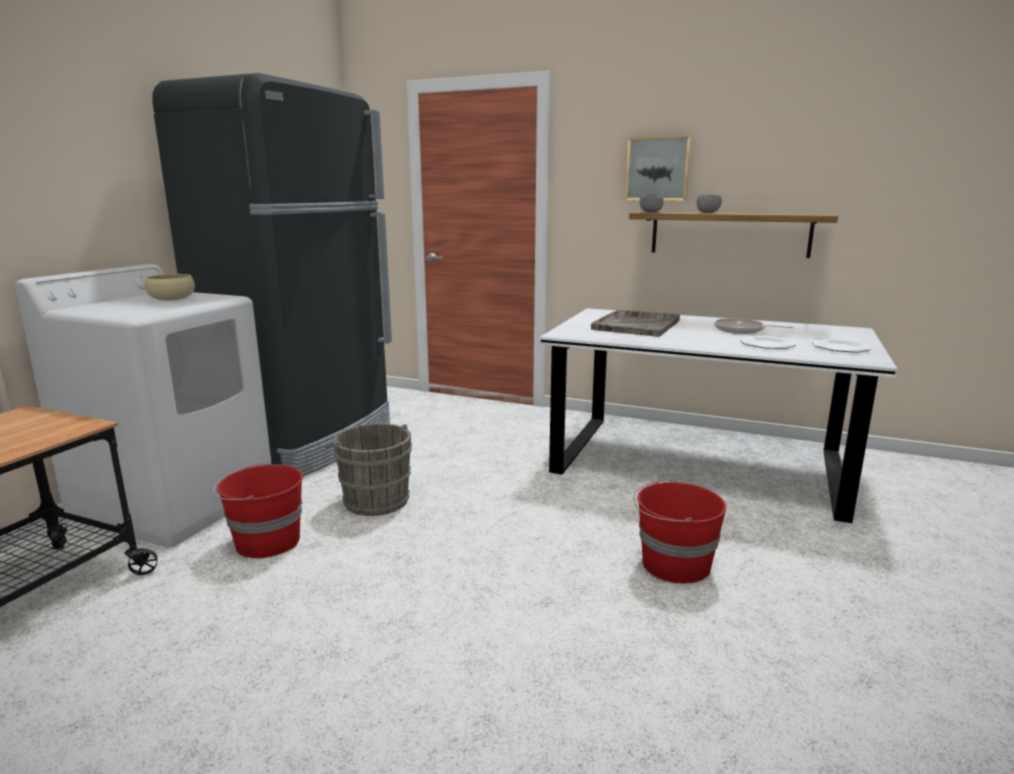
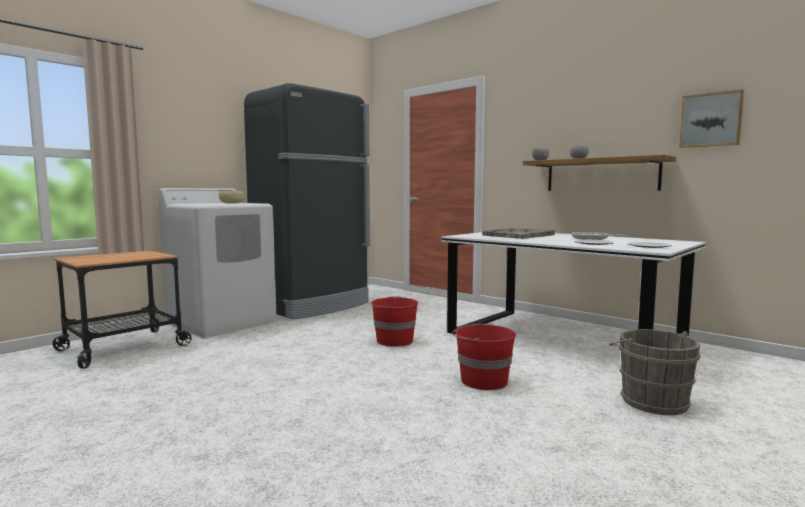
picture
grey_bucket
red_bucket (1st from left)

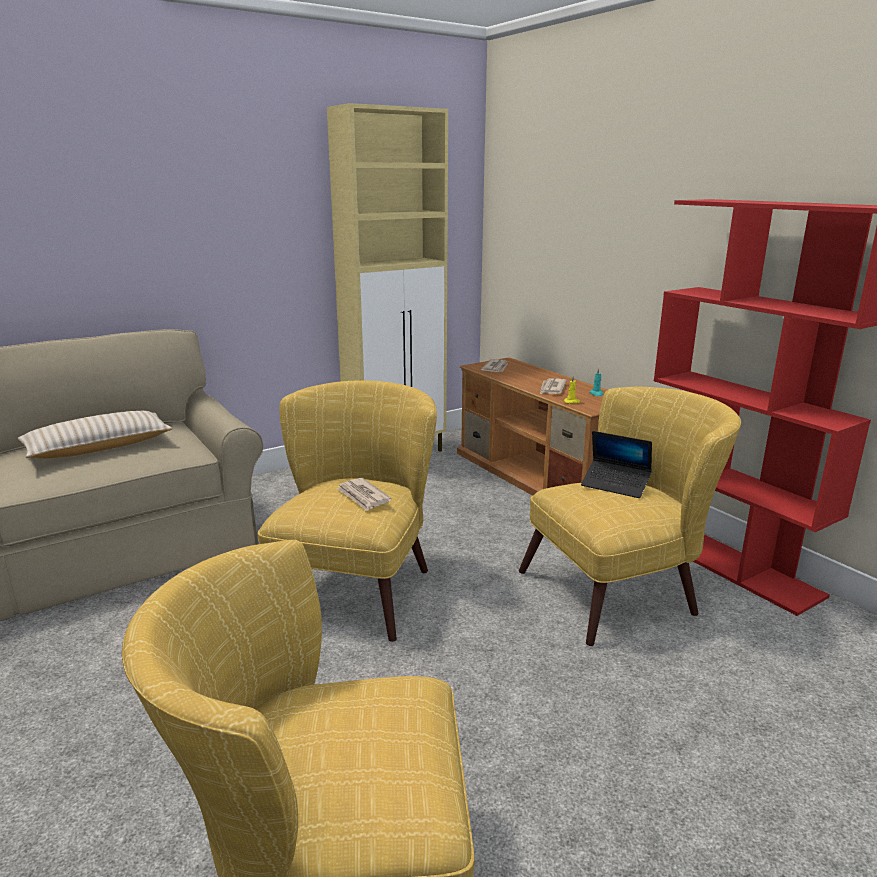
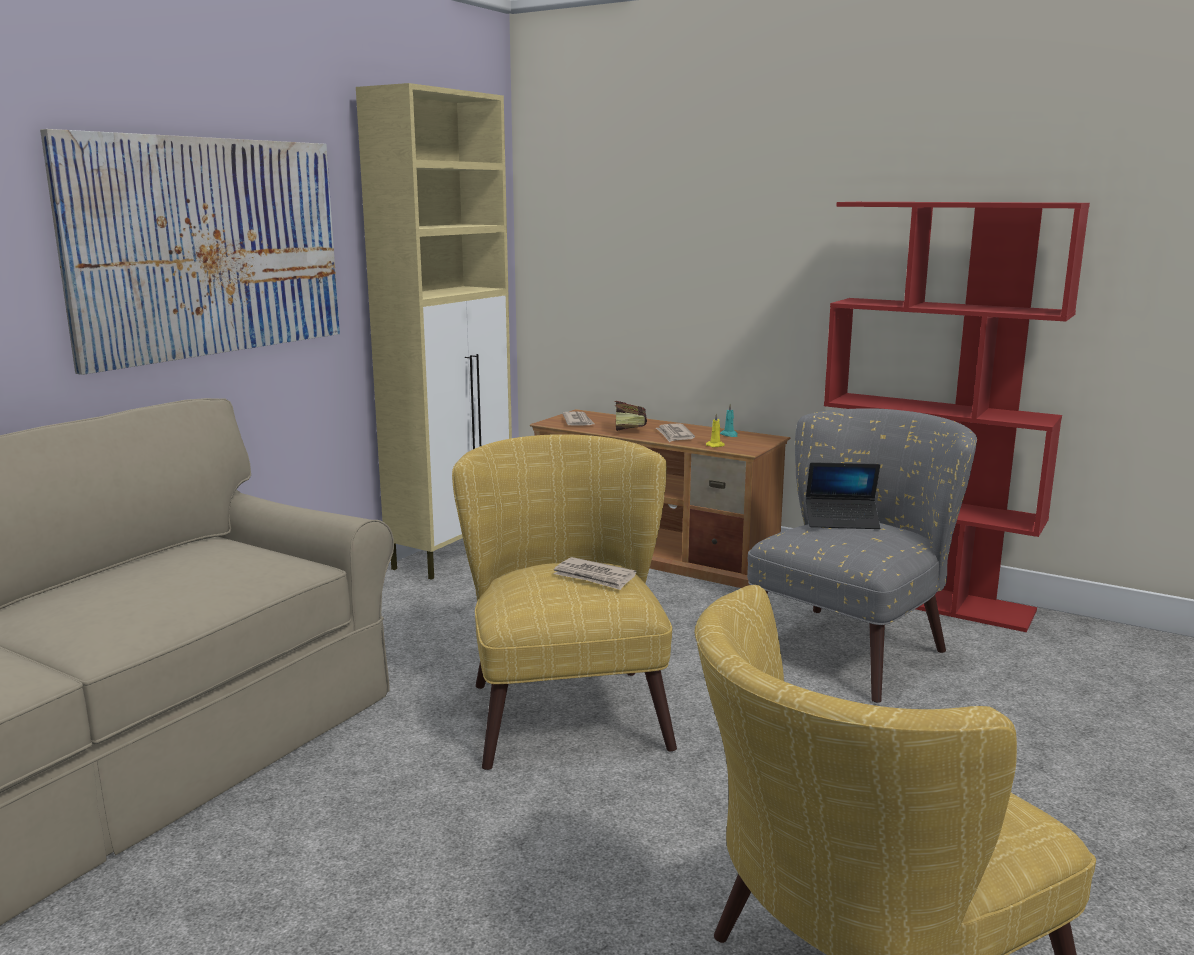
grey_armchair
beige_pillow
picture
book

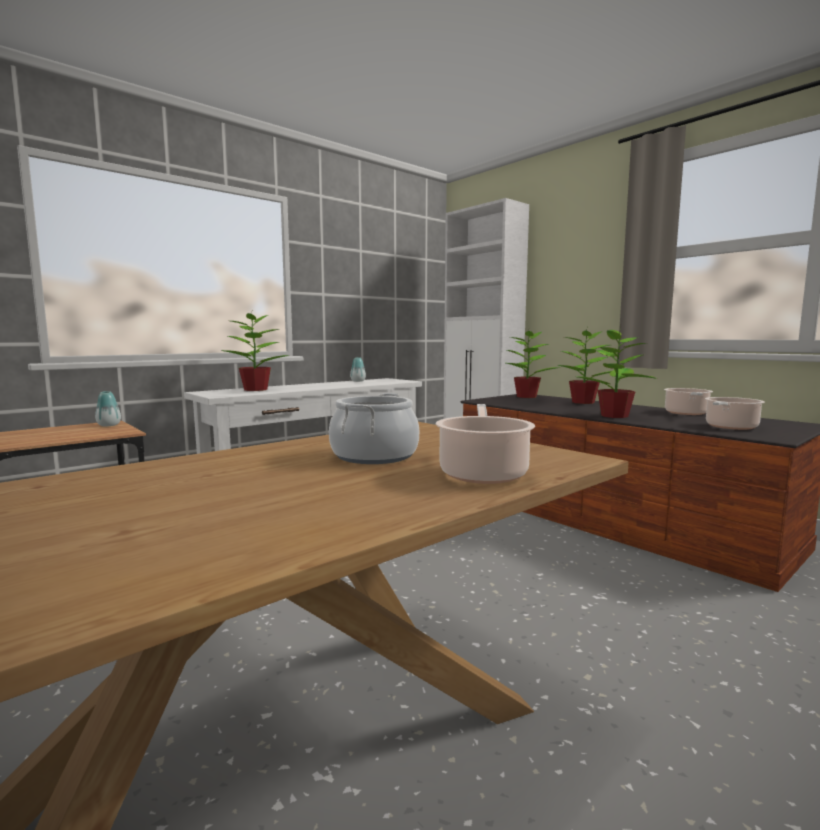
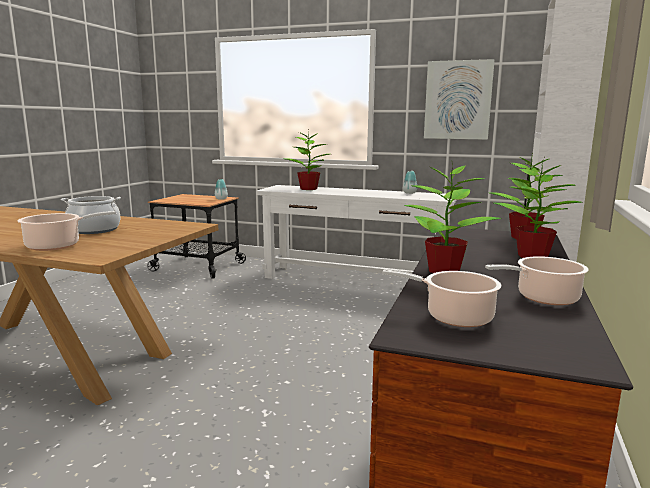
picture

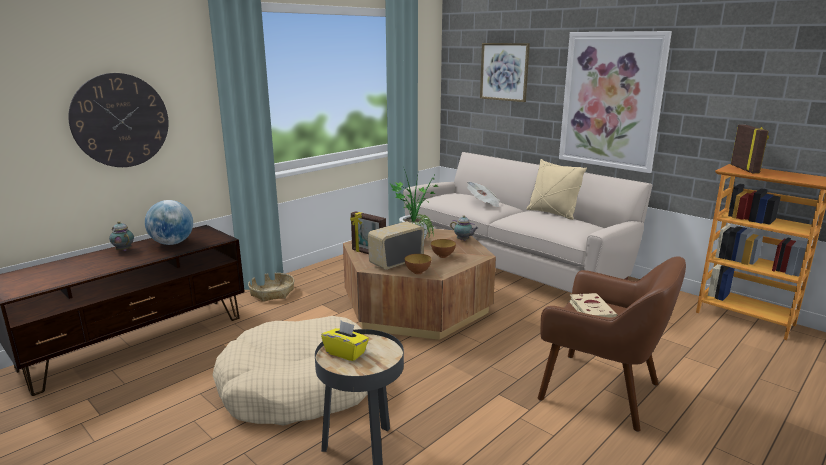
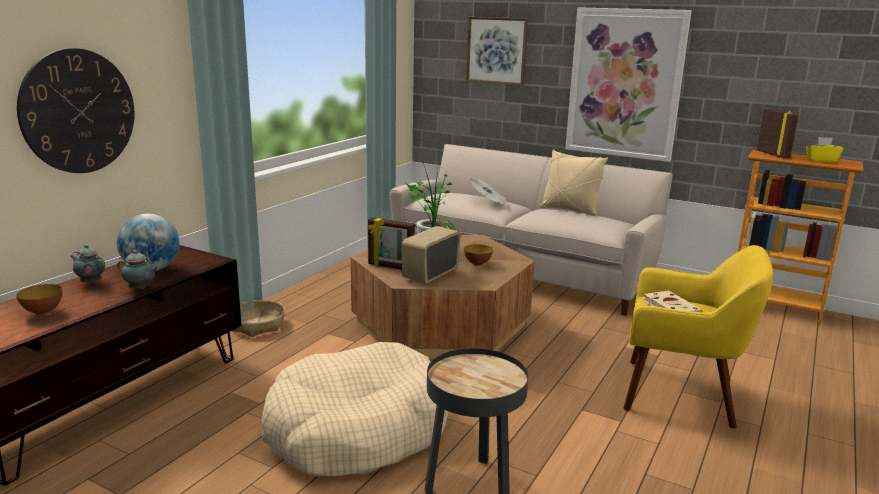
teapot (2nd from left)
bowl (1st from left)
yellow_armchair
yellow_tissue_box

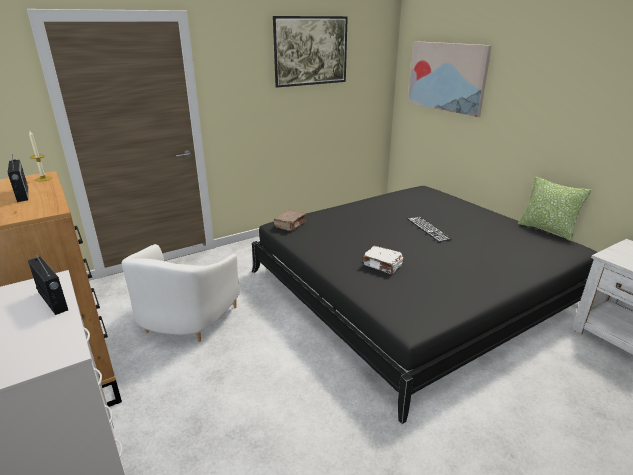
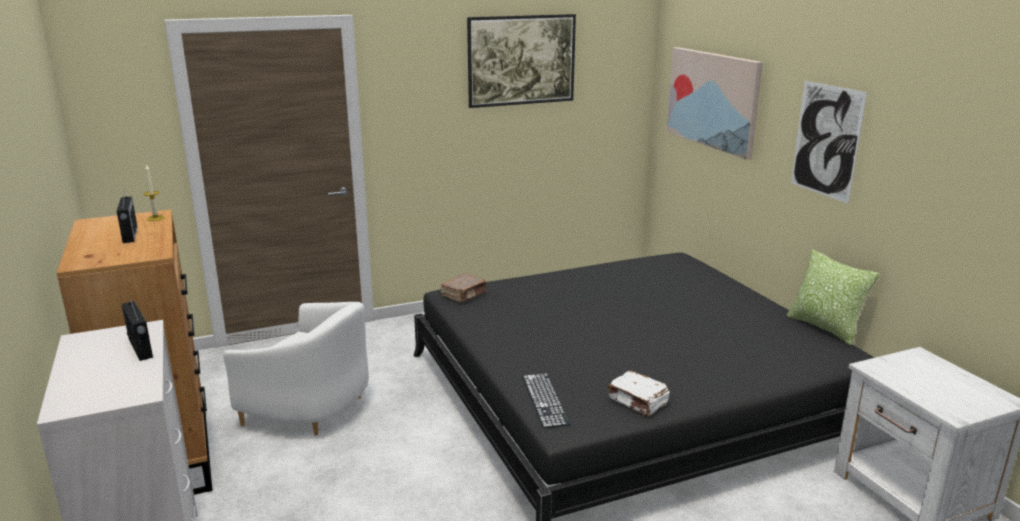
keyboard
white_armchair
white_book
picture (3rd from left)

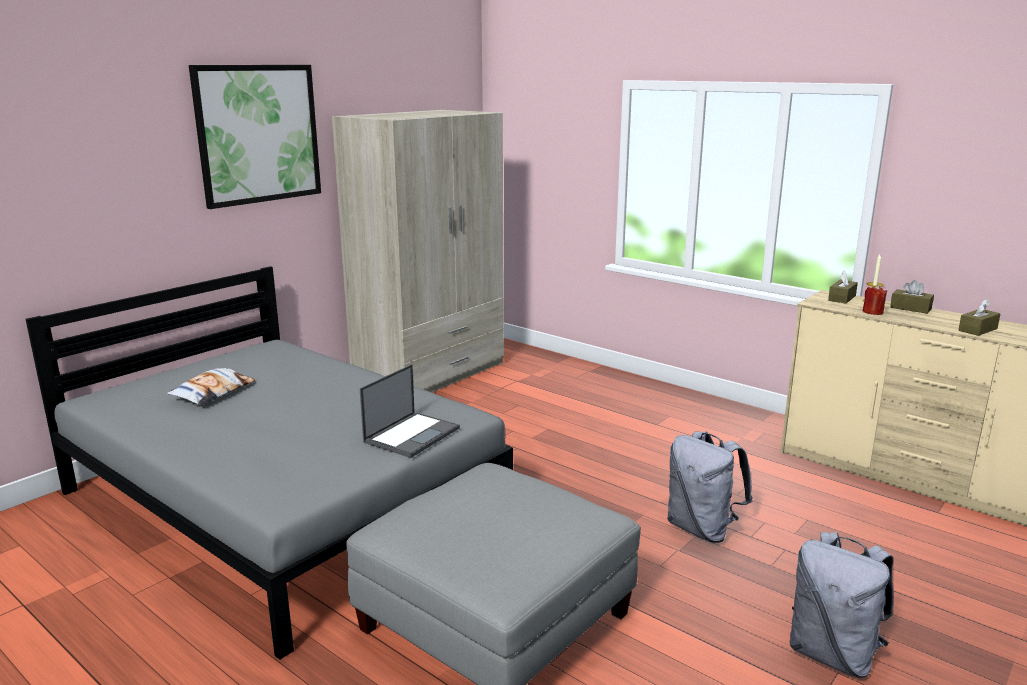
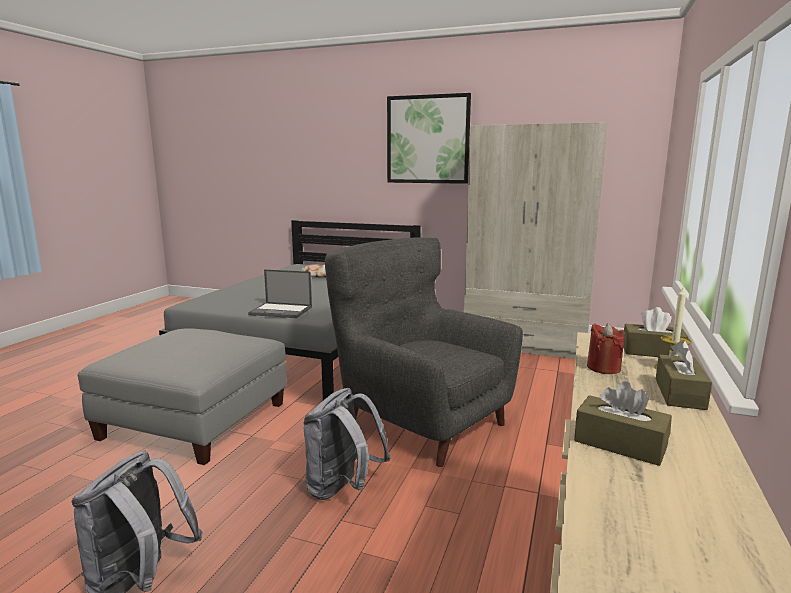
grey_armchair

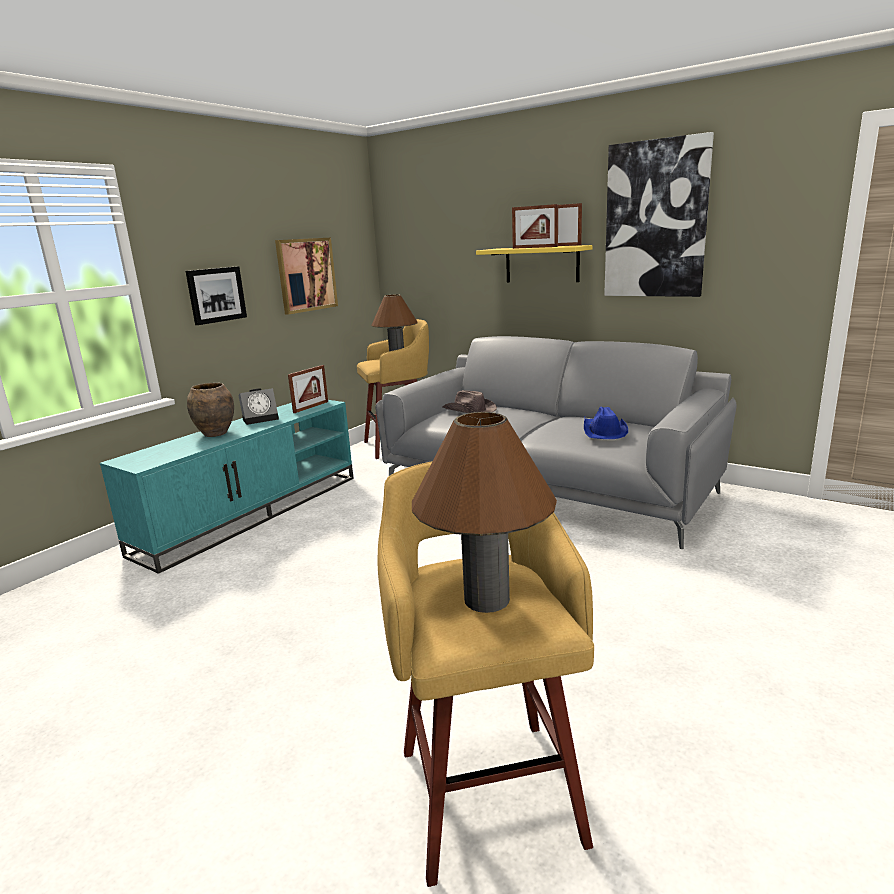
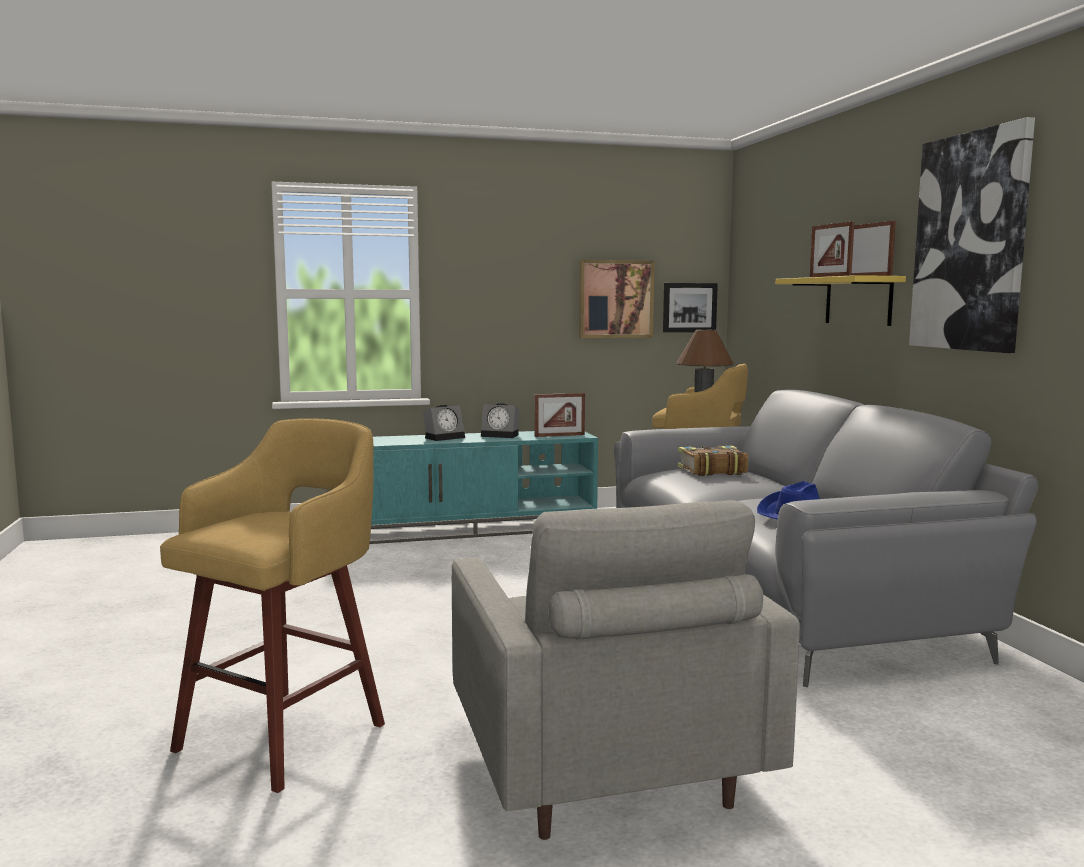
picture (2nd from left)
alarm_clock (1st from left)
book
brown_table_lamp (2nd from left in the first image)
grey_armchair

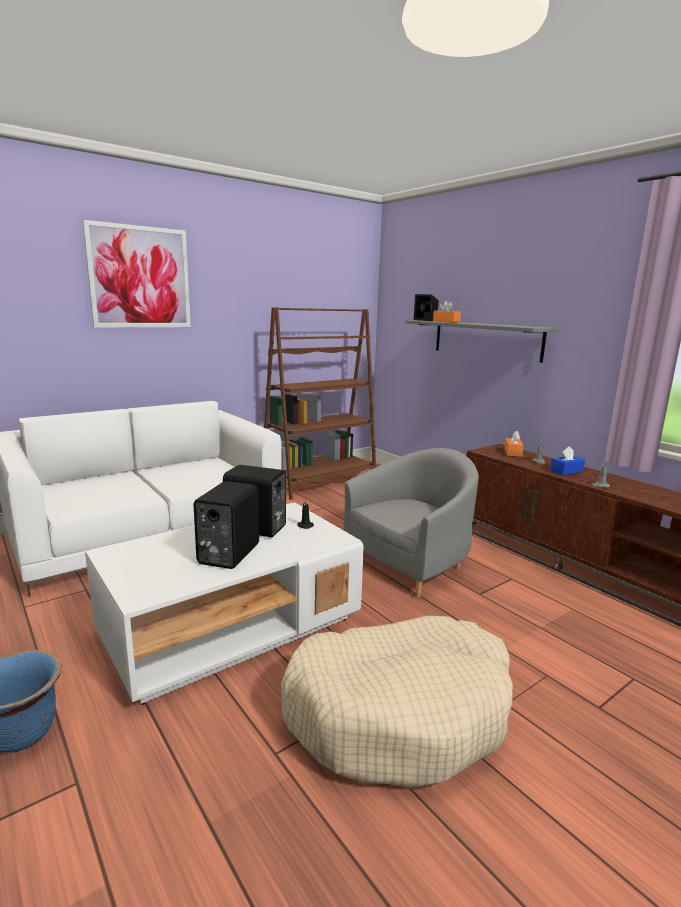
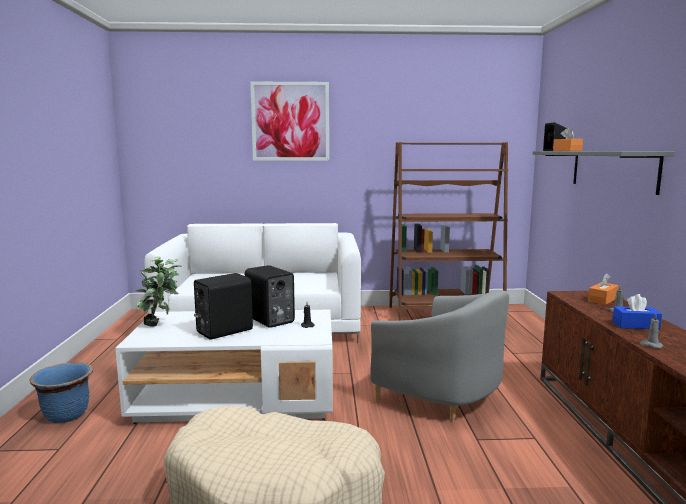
grey_armchair
potted_plant

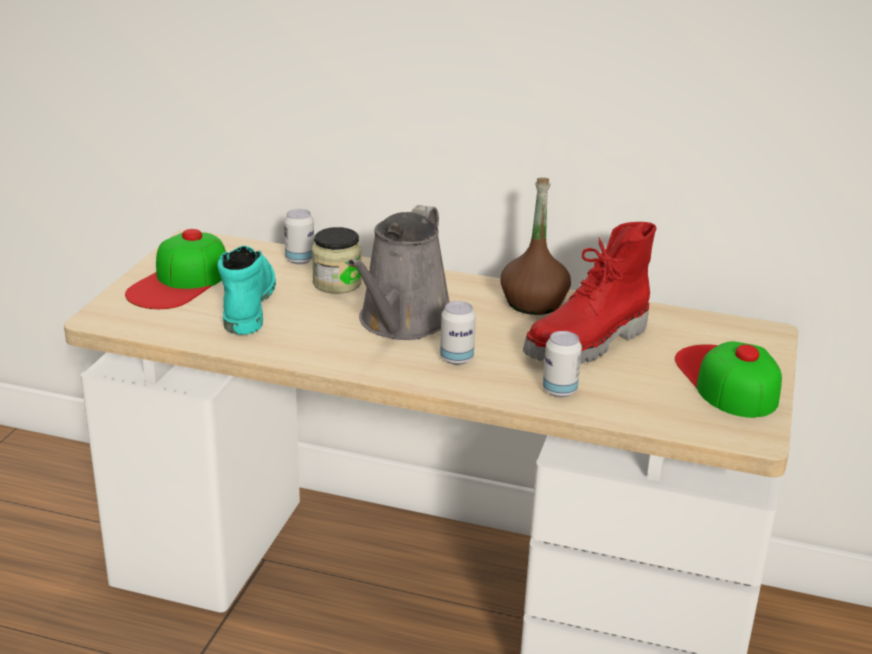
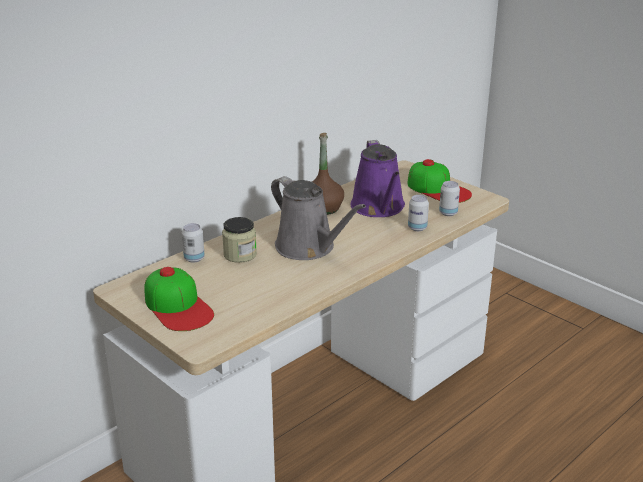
purple_watering_can
turquoise_boot
can (3rd from left)
cap (2nd from left)

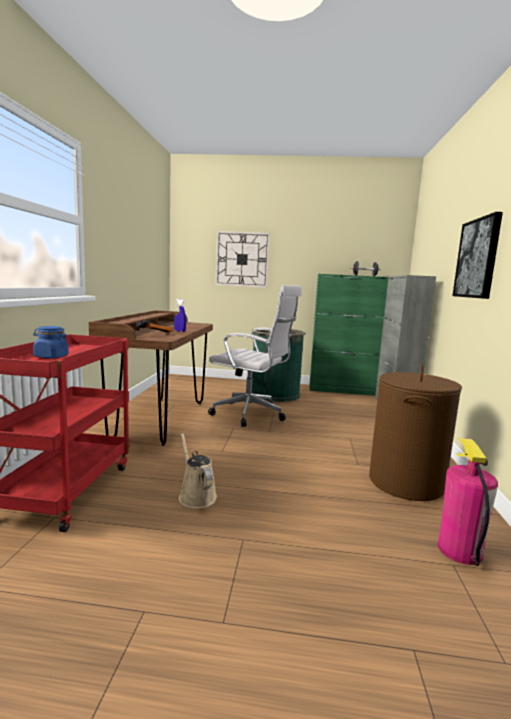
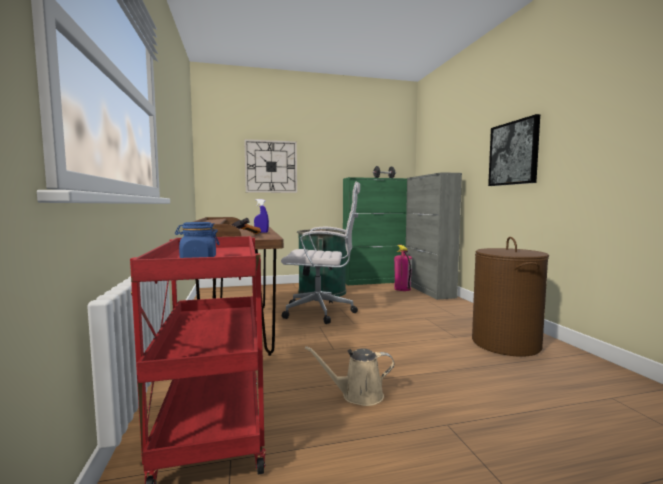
beige_watering_can
fire_extinguisher

